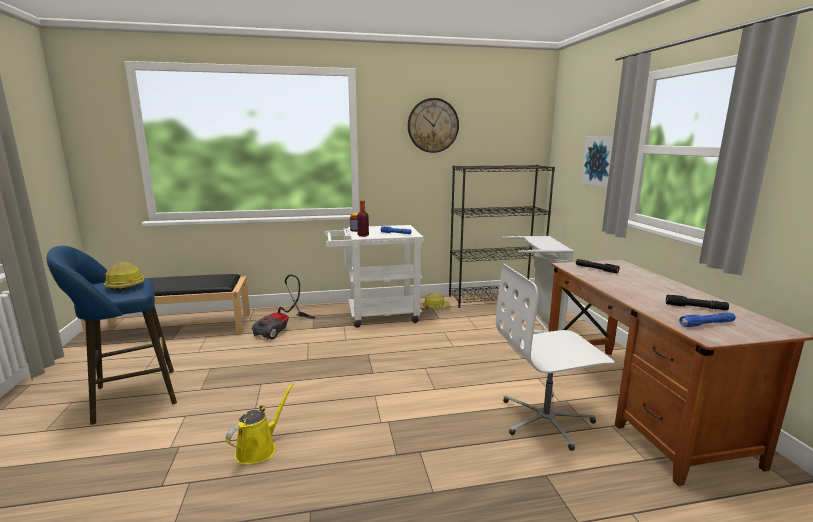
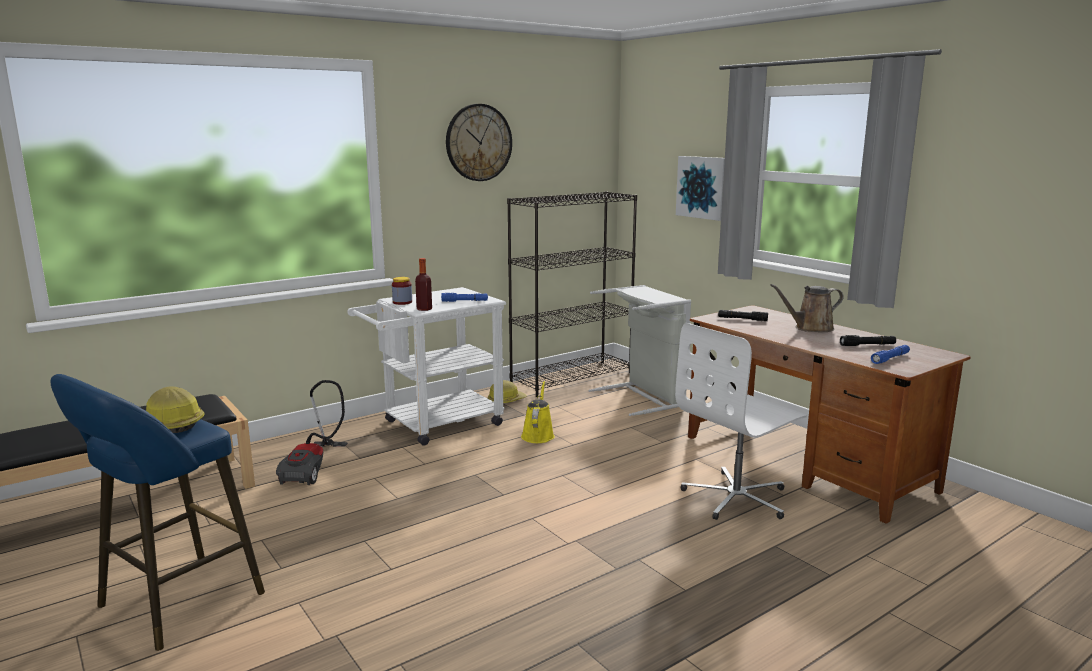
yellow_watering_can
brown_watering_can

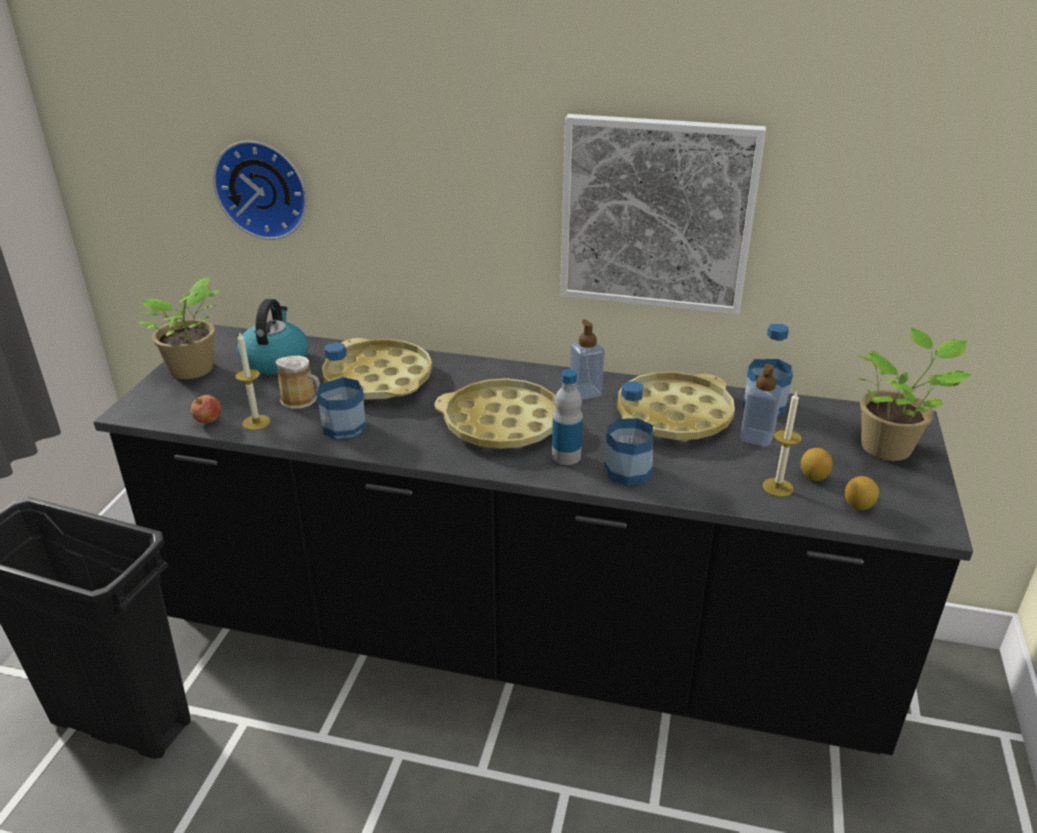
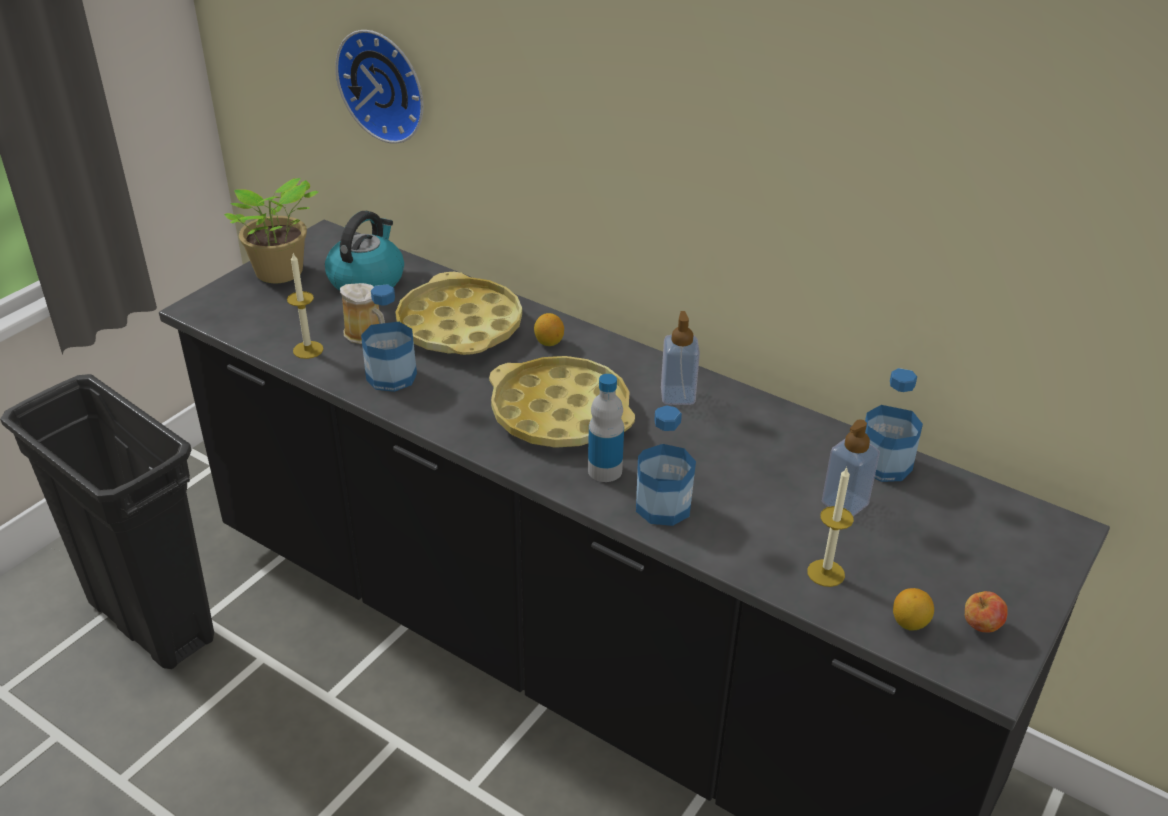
picture
potted_plant (2nd from left in the first image)
yellow_tray (3rd from left in the first image)
apple
lemon (1st from left)

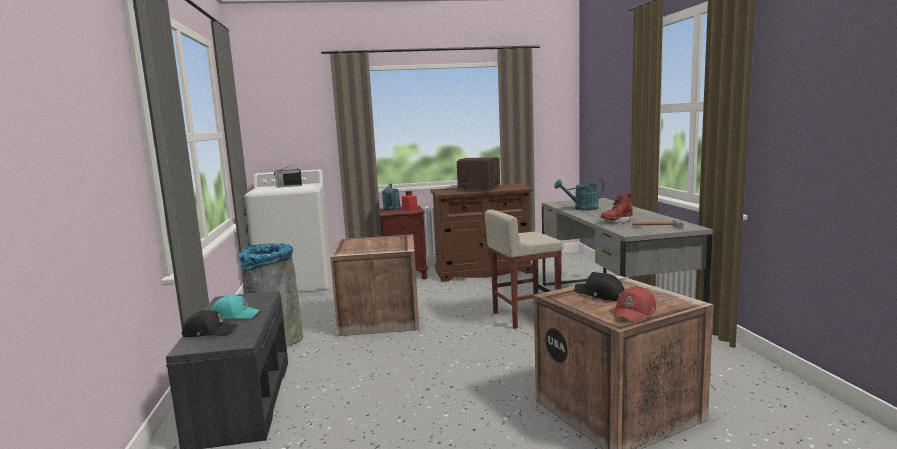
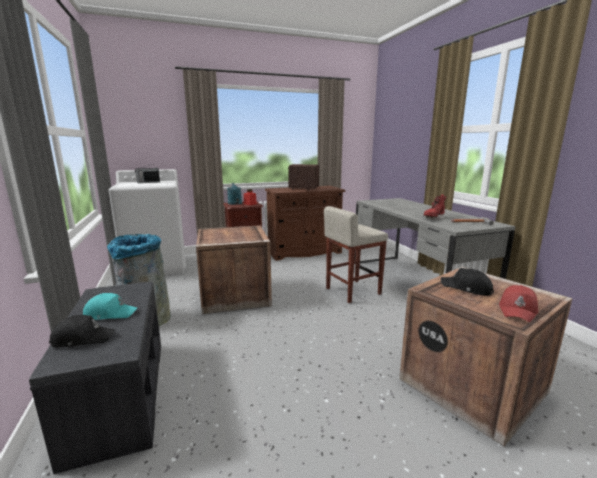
turquoise_watering_can (2nd from left in the first image)

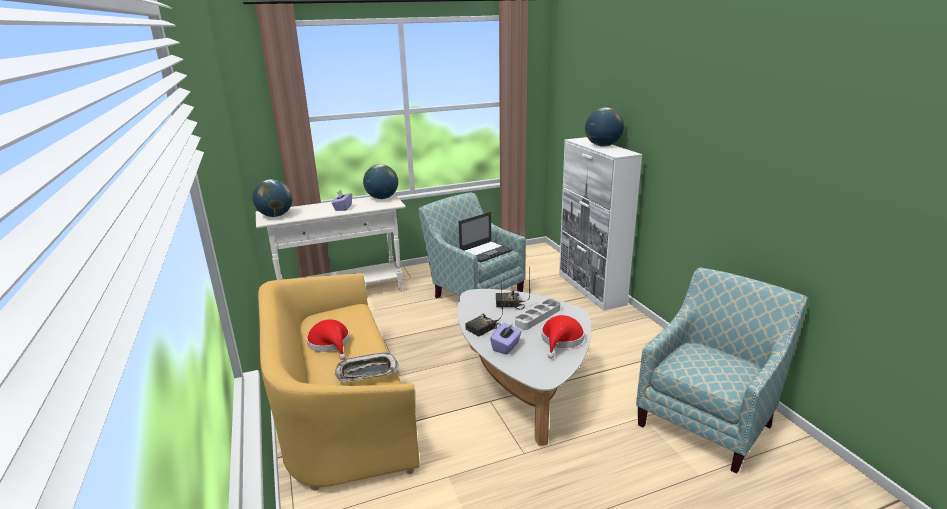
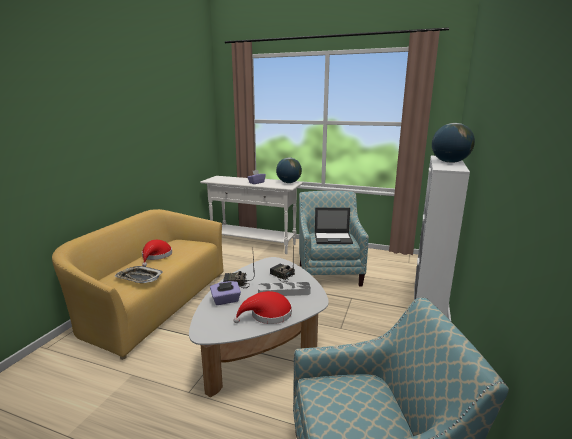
globe (1st from left in the first image)

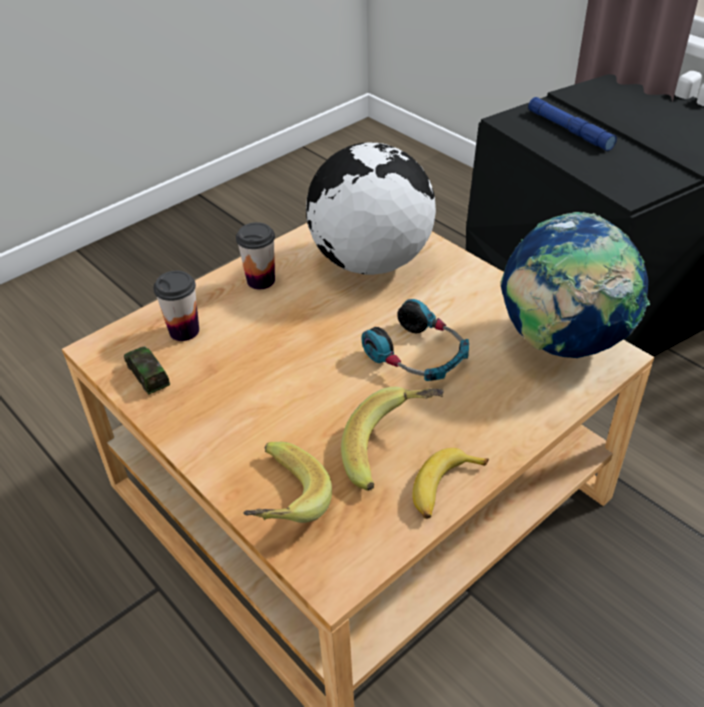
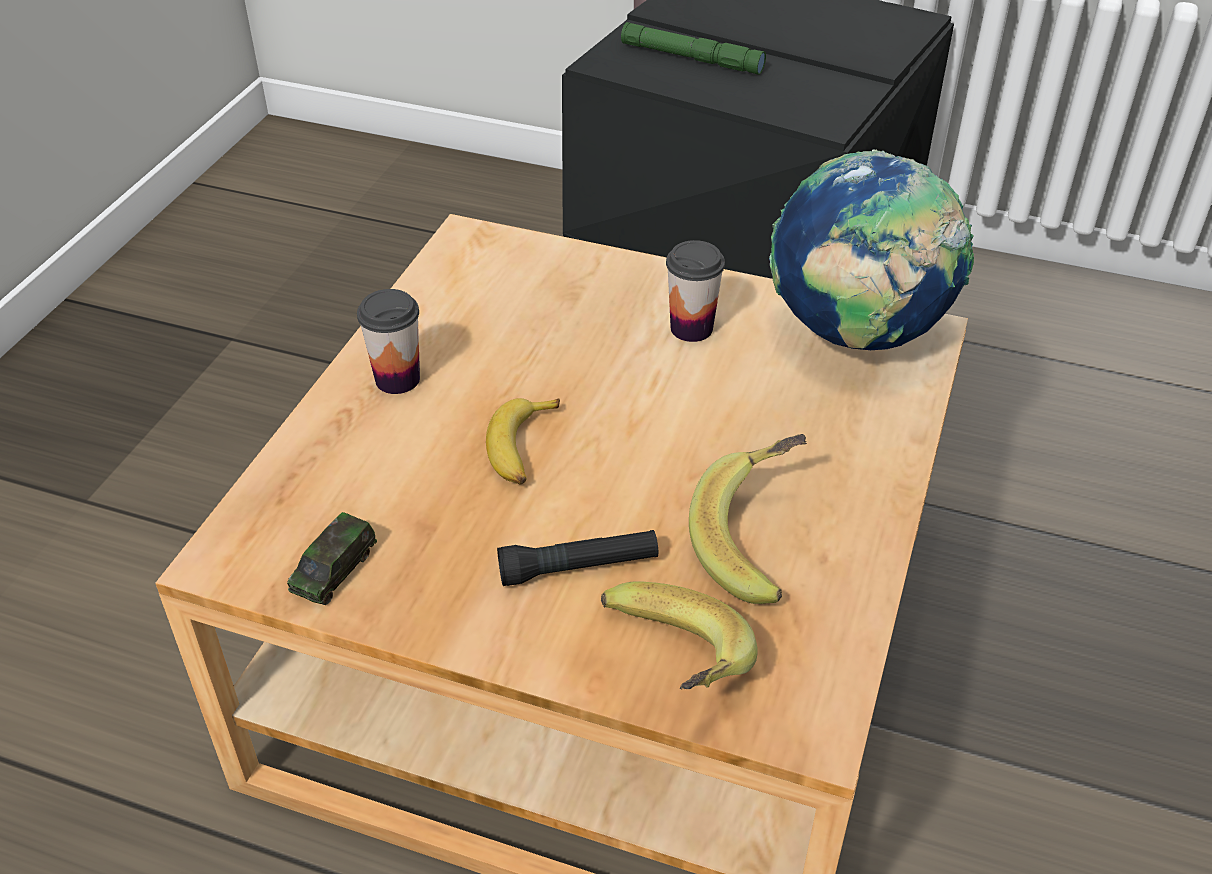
green_flashlight
globe (1st from left in the first image)
cup (2nd from left)
headphones
toy_car
banana (1st from left)
black_flashlight

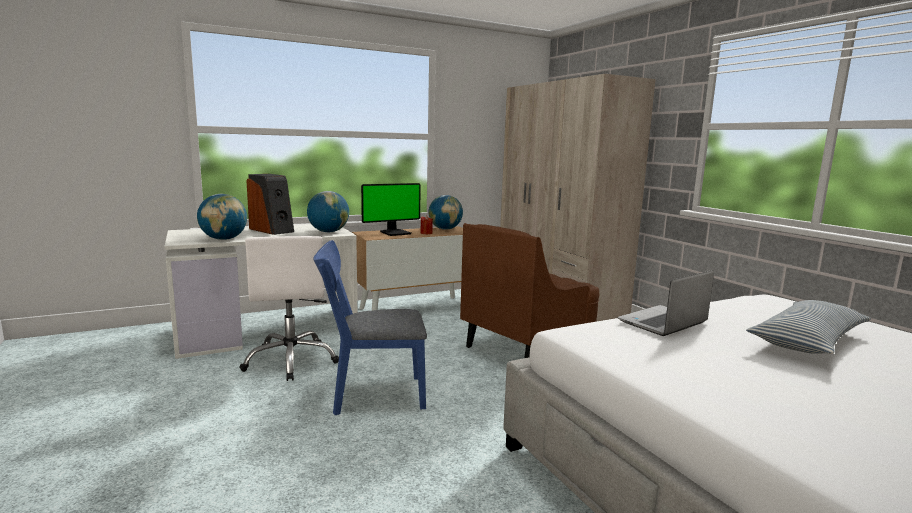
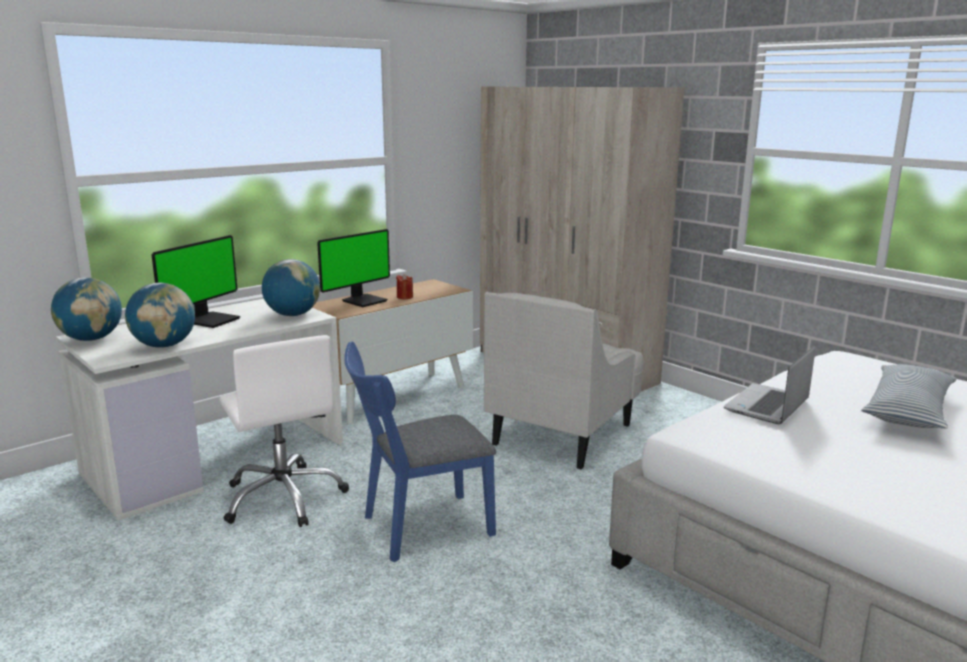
monitor (1st from left)
globe (1st from left)
white_armchair

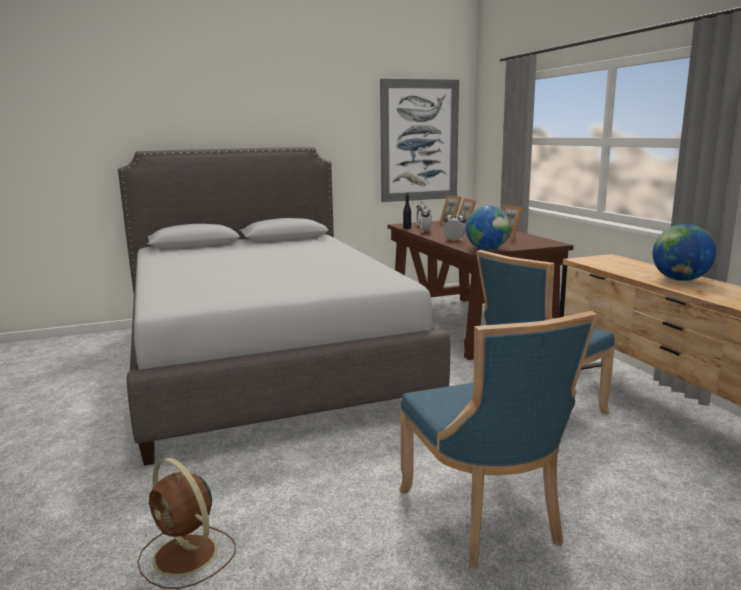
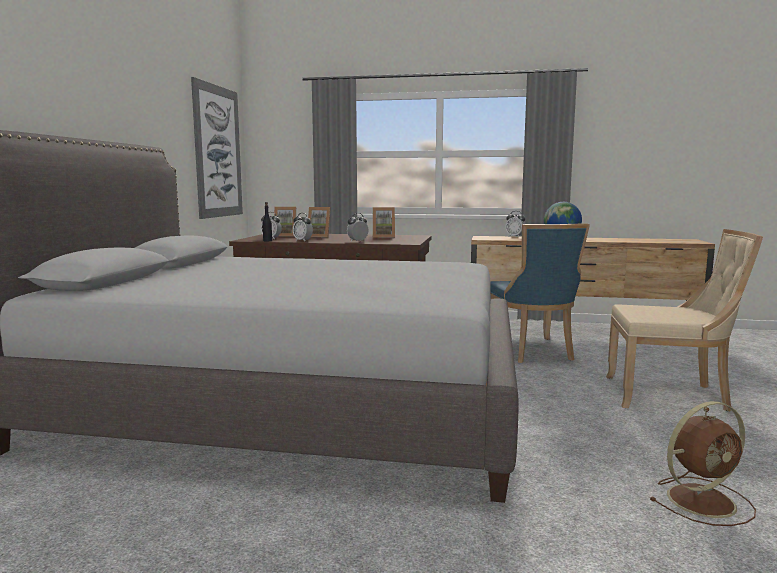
globe (1st from left in the first image)
beige_chair
alarm_clock (4th from left)

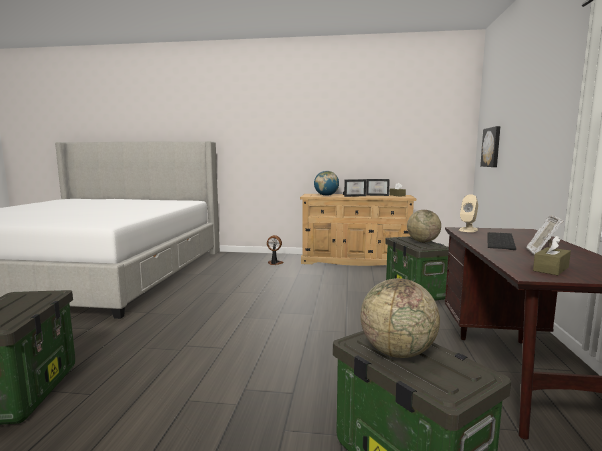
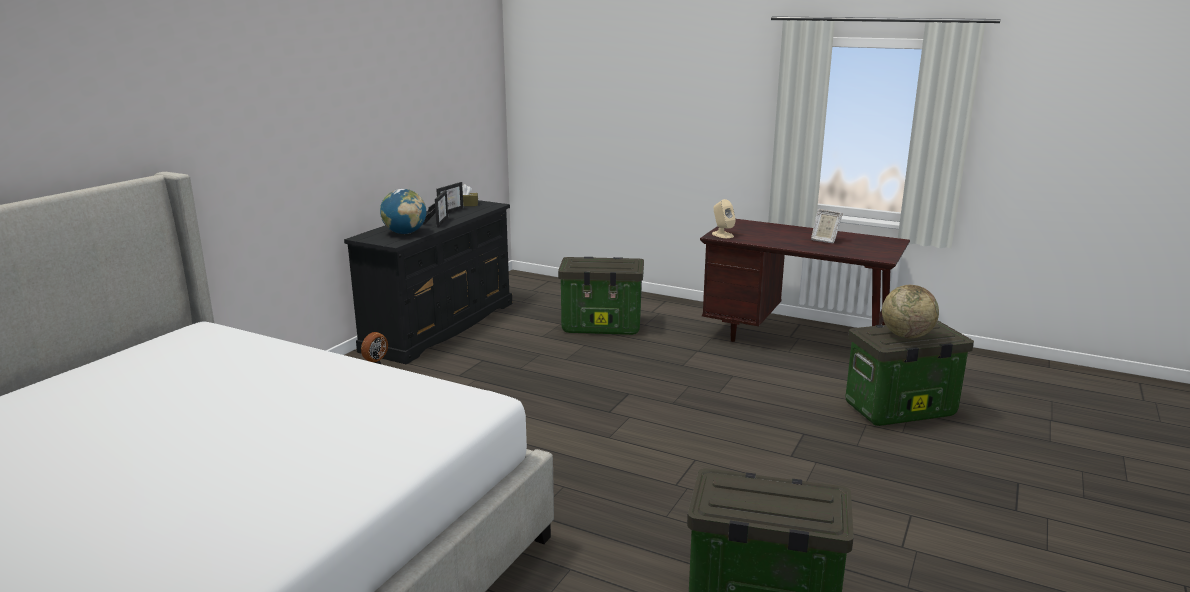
picture
black_dresser
globe (3rd from left in the first image)
keyboard
brown_tissue_box (2nd from left in the first image)

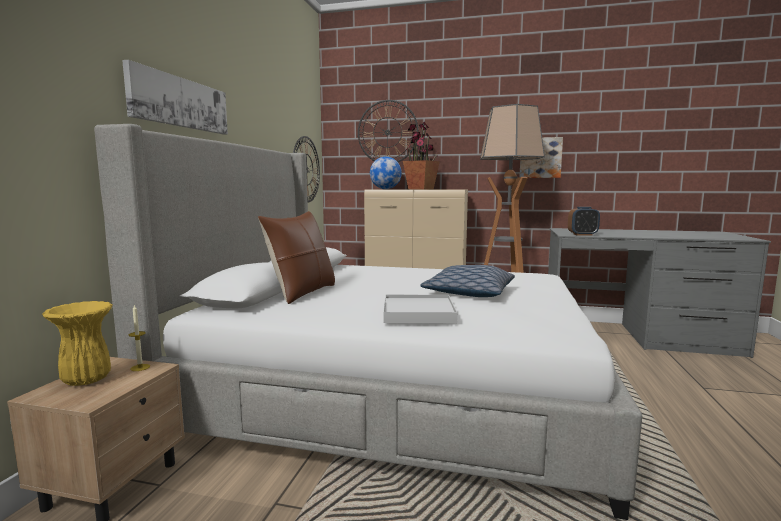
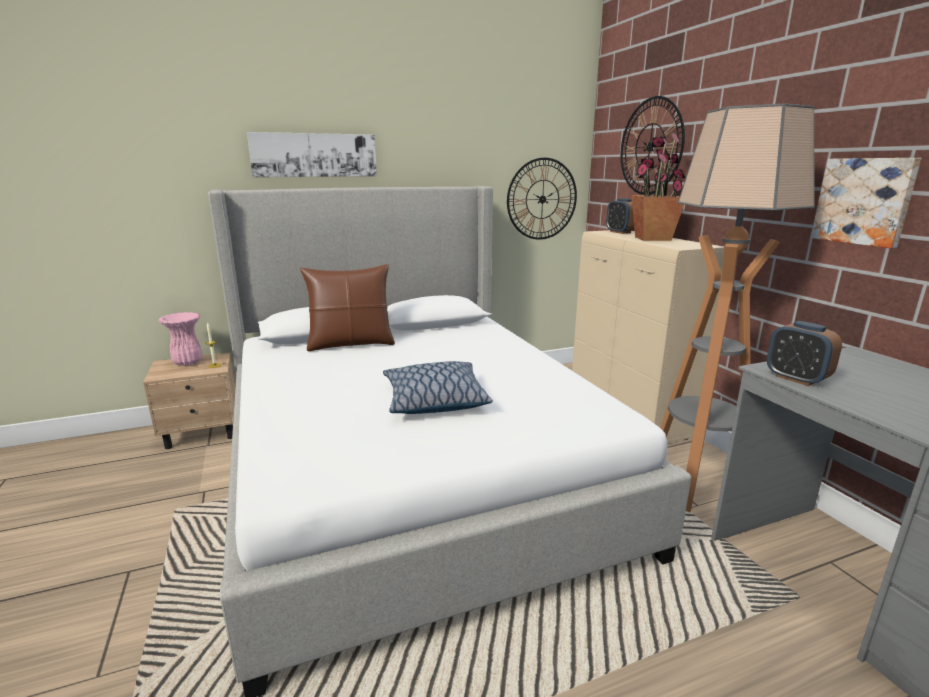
alarm_clock (1st from left)
white_tray
pink_vase

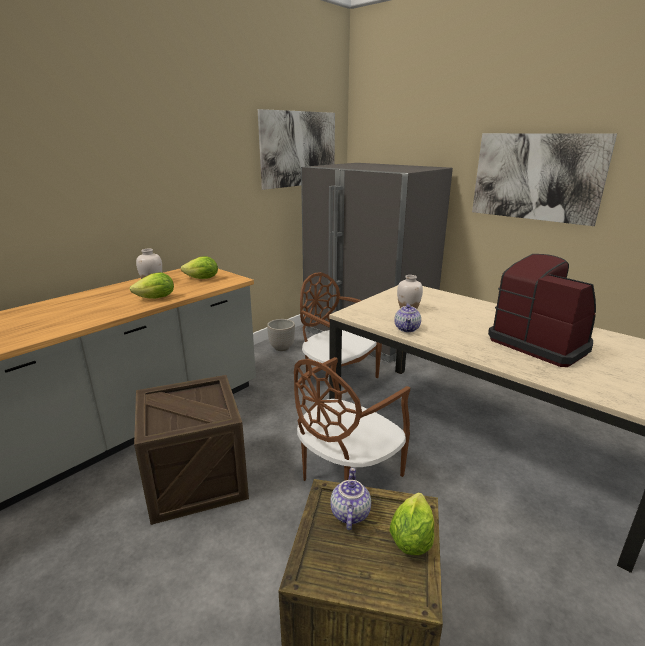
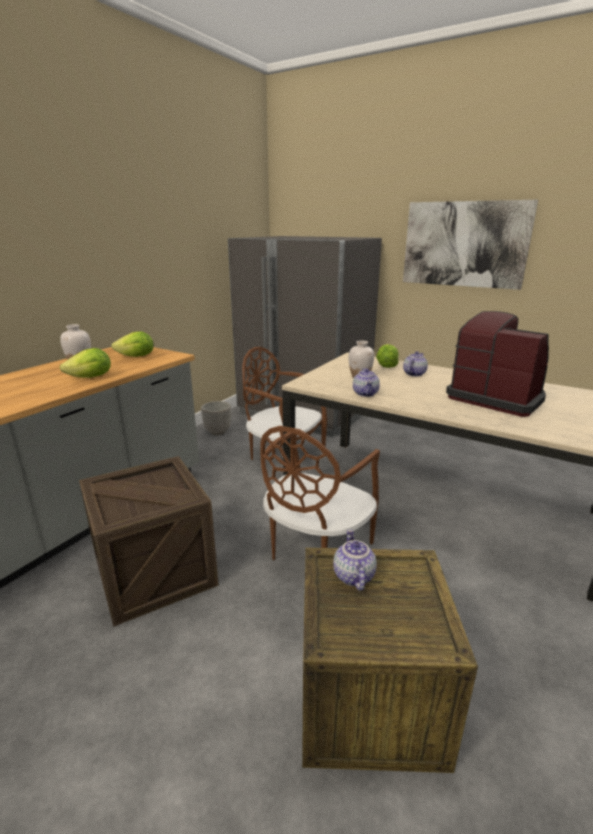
picture (1st from left in the first image)
lettuce (3rd from left)
teapot (3rd from left)

